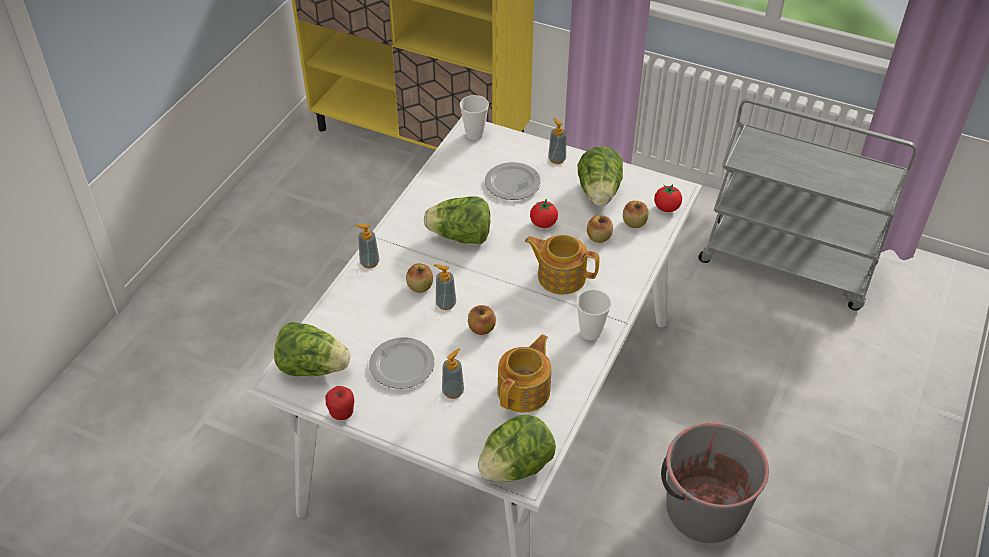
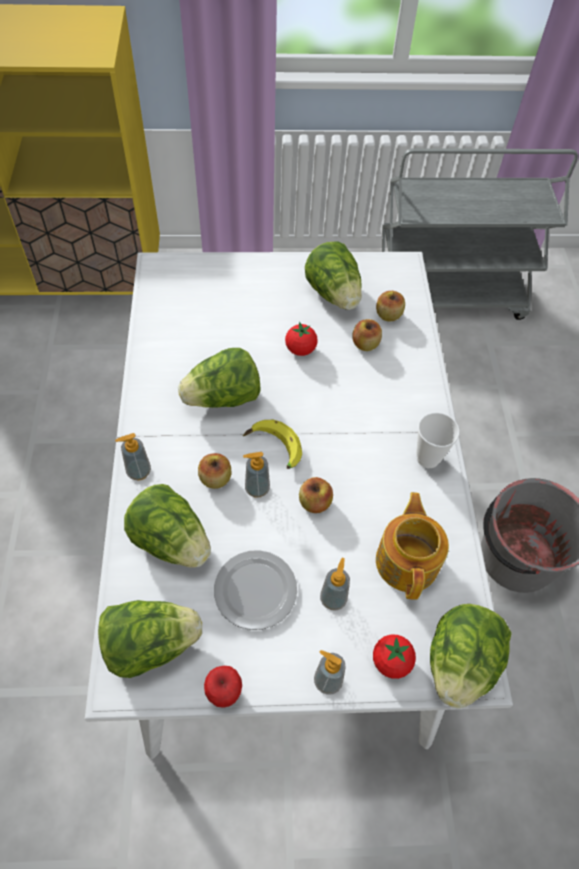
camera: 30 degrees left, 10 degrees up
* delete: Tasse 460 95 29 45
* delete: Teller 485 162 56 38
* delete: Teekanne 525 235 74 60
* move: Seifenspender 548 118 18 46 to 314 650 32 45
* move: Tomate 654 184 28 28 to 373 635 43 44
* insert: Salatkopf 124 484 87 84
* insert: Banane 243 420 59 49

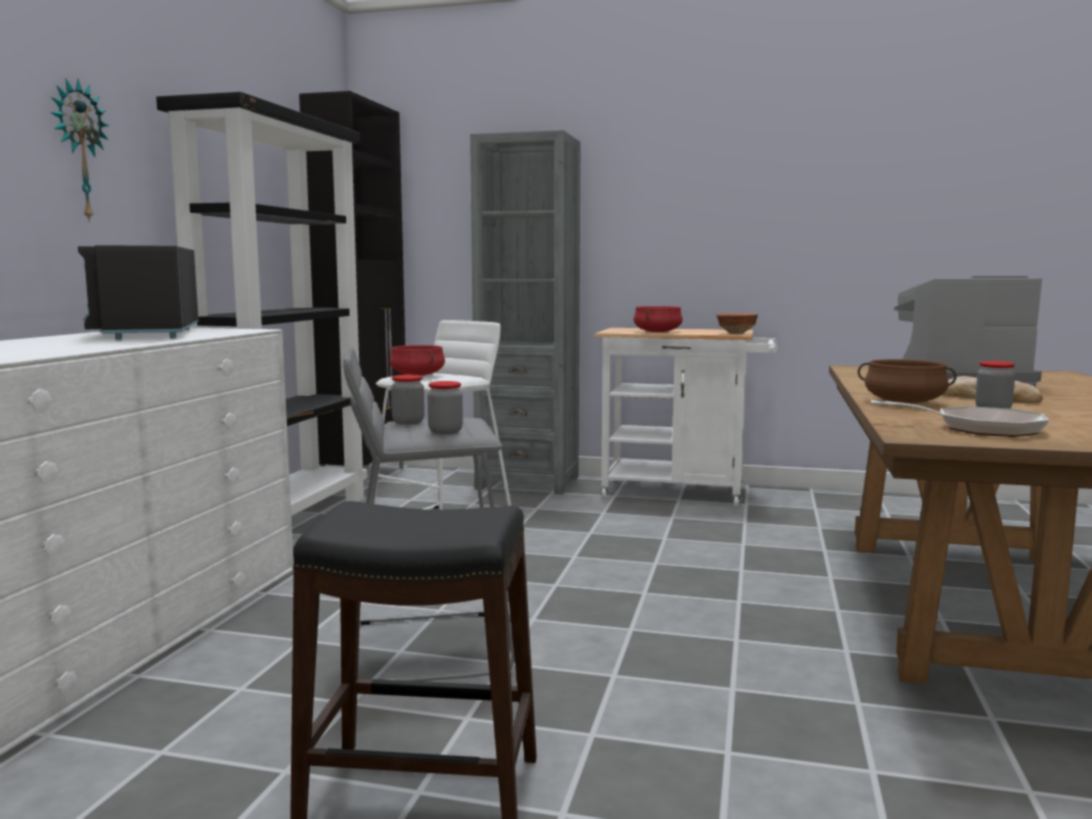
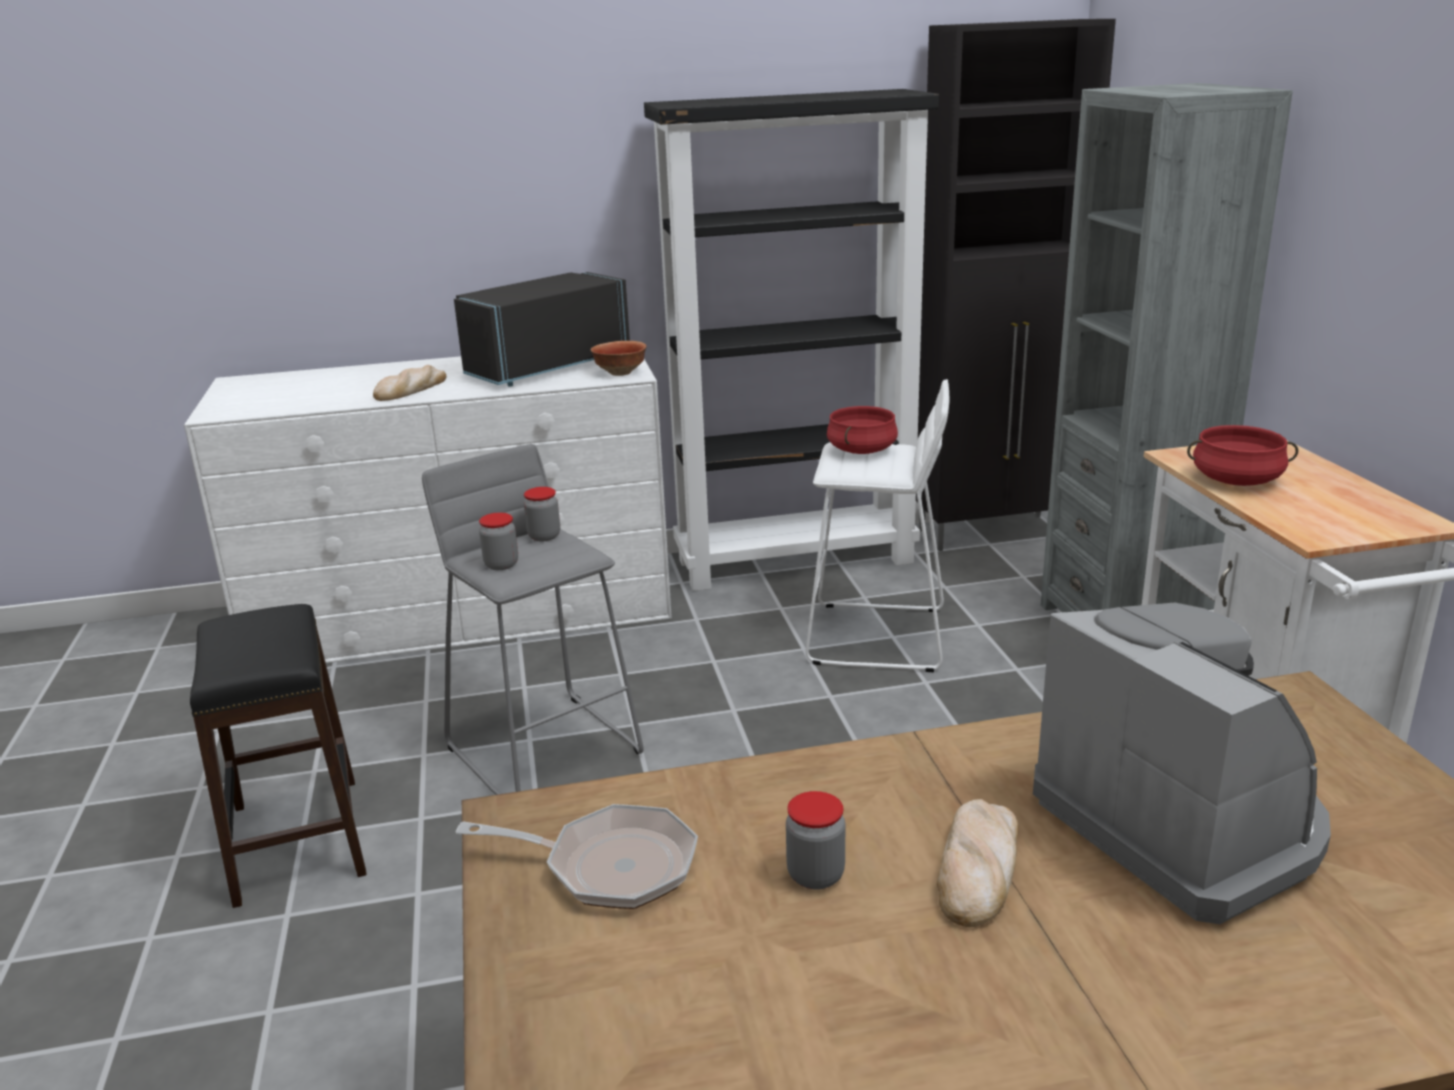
camera: 65 degrees right, 15 degrees up
* delete: Wanduhr 50 78 59 144
* move: Schüssel 716 313 42 21 to 591 341 56 35
* delete: Kochtopf/braun 858 359 99 45
* rotate: Pfanne 871 400 178 37 = 456 804 242 105 75 degrees counterclockwise
* insert: Brot 373 365 73 36

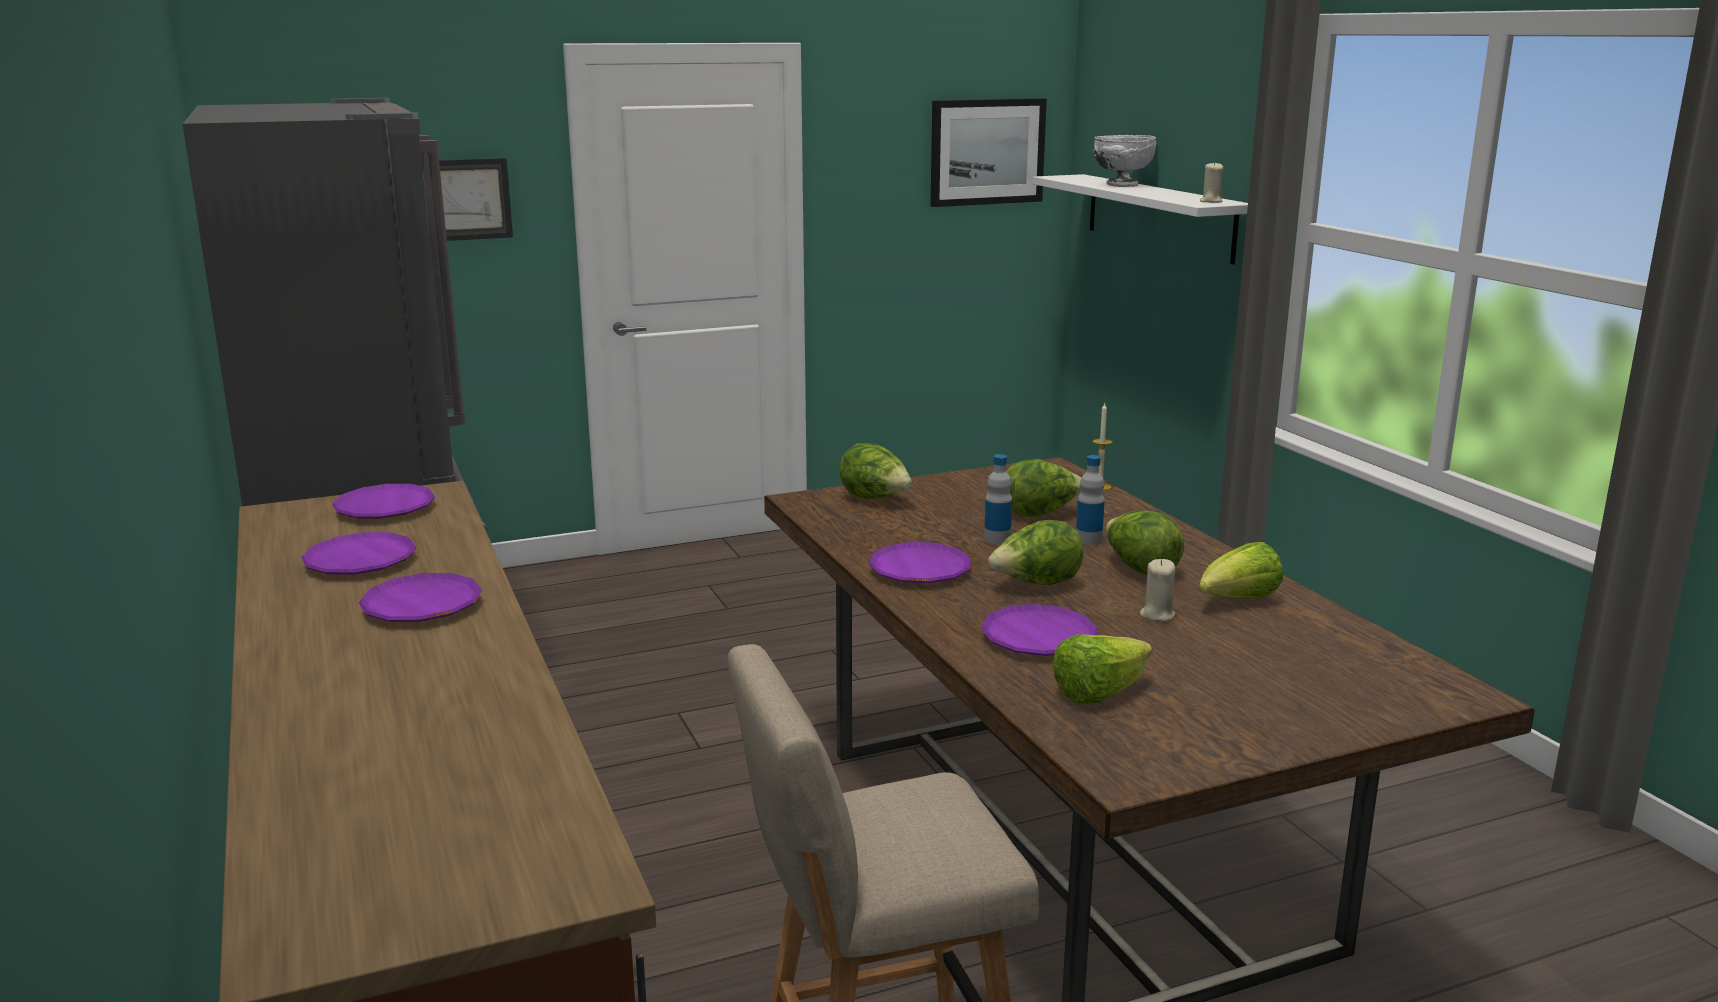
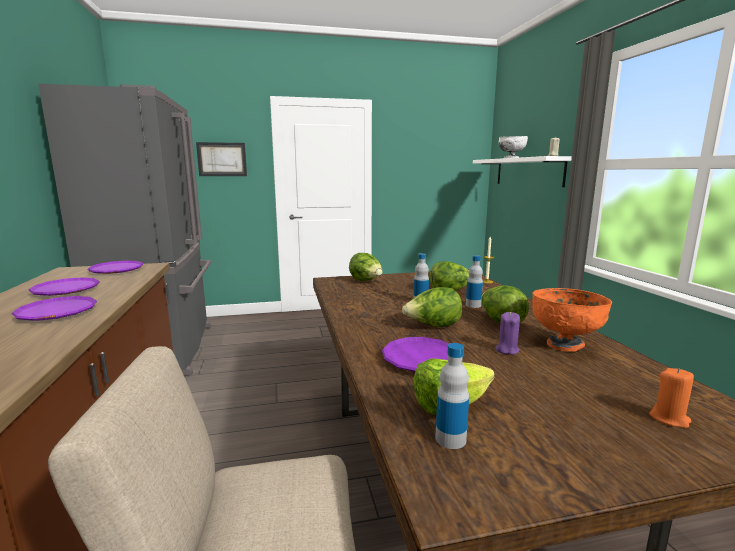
camera: 10 degrees right, 5 degrees down
* delete: Teller/lila 869 542 102 41
* delete: Bild 931 98 116 109
* recolor: Kerze/beige 1140 559 35 63 to Kerze/lila 495 312 25 43
* replace: Salatkopf 1199 542 84 56 to Schüssel/orange 532 288 80 64
* insert: Flasche 435 343 34 106
* insert: Kerze/orange 649 368 45 60

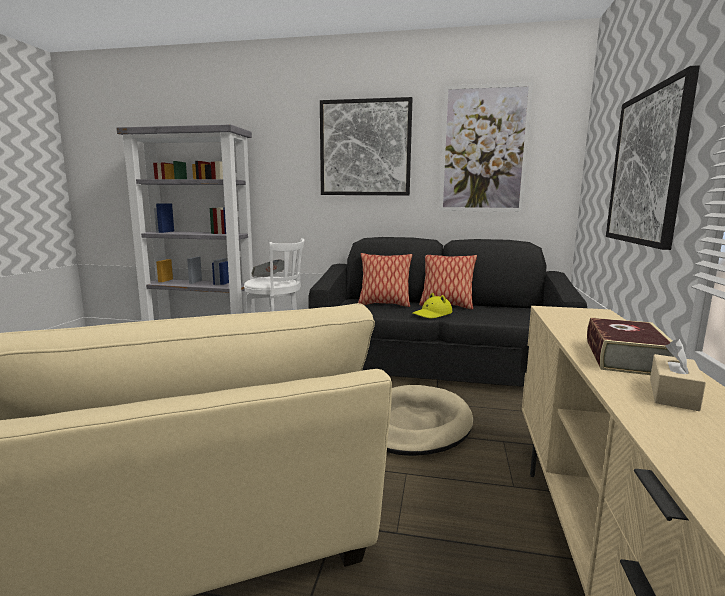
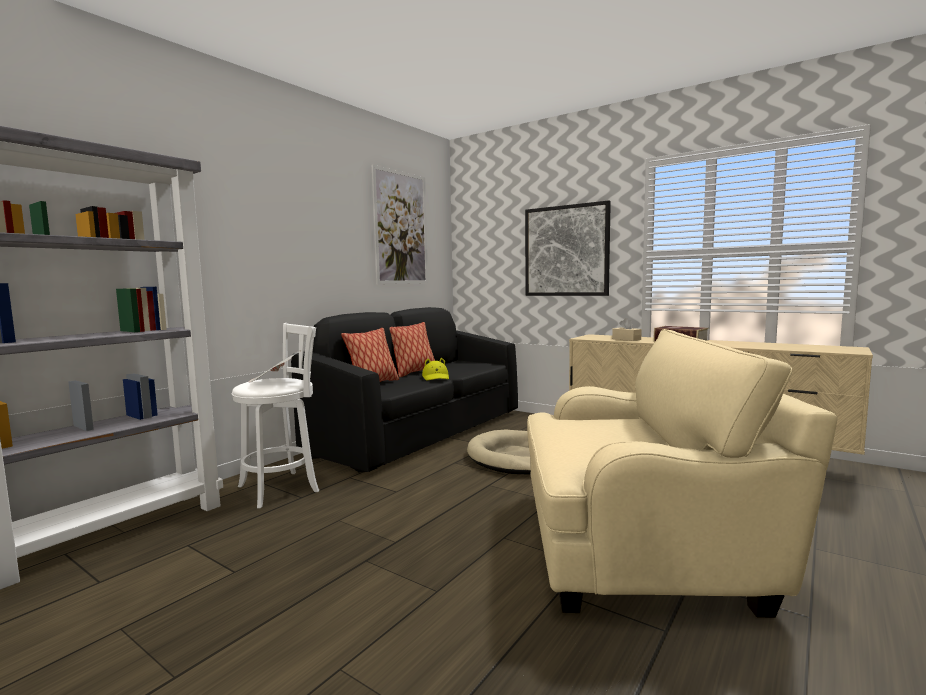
camera: 65 degrees left, 5 degrees down
* delete: Bild 320 97 93 98
* move: Taschentuchbox/beige 650 339 56 72 to 612 318 30 23

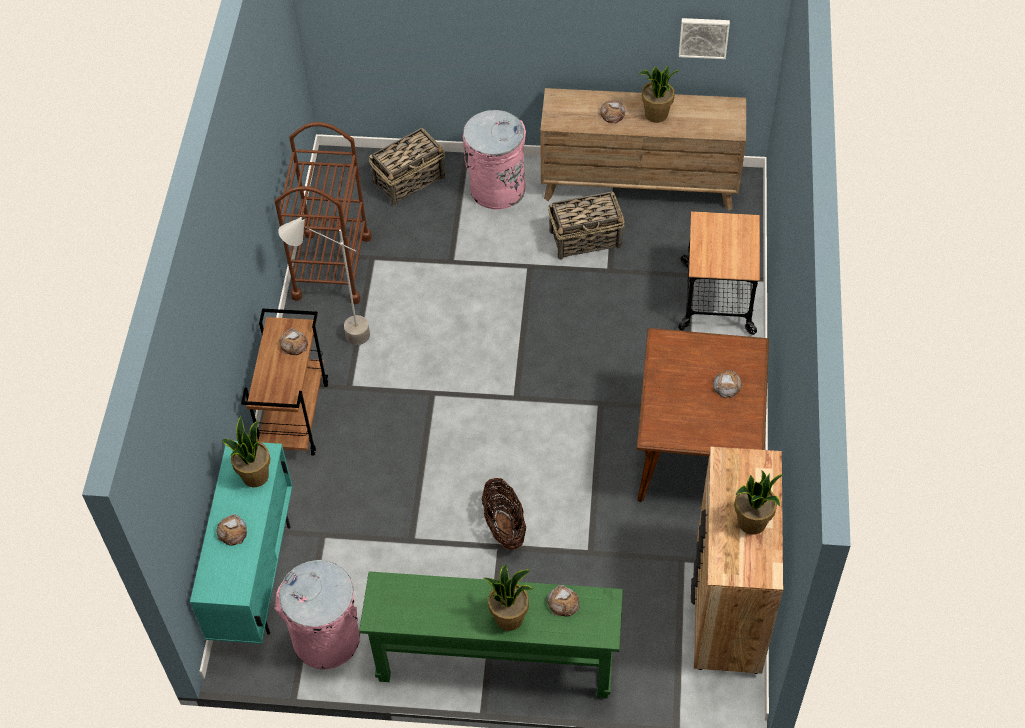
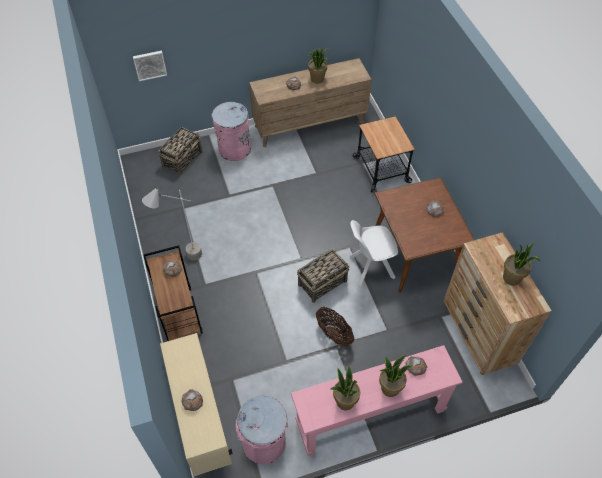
camera: 25 degrees left, 0 degrees up
* recolor: Schrank/türkis 190 441 103 203 to Schrank/beige 160 333 73 143
* move: Topfpflanze 222 416 48 71 to 331 366 29 44
* delete: Rollwagen/braun 275 122 97 182
* recolor: Konsolentisch/grün 359 571 264 127 to Konsolentisch/rosa 291 345 171 111
* move: Korb 548 192 77 68 to 297 249 52 54
* move: Bild 679 18 51 41 to 133 50 34 31
* insert: Stuhl/weiß 349 220 49 65

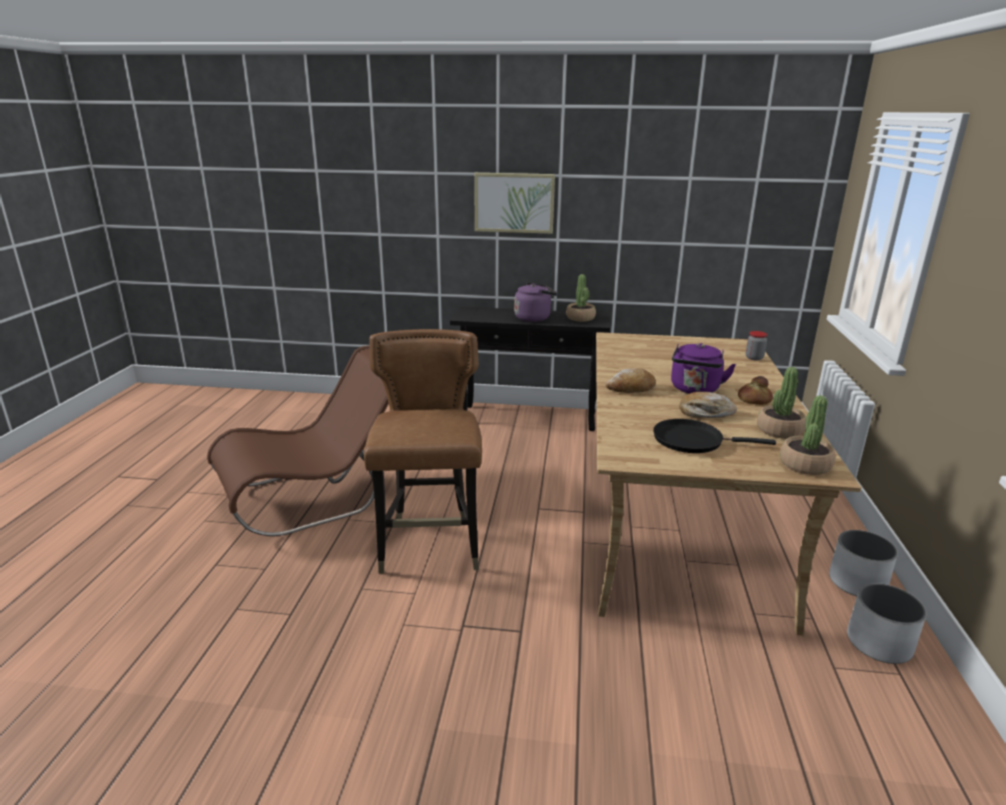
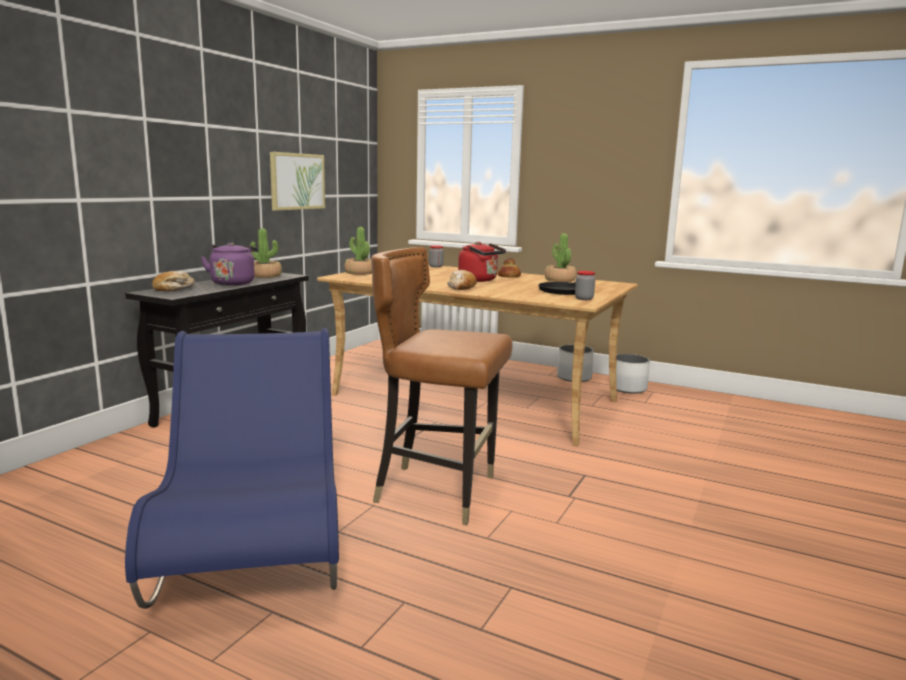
camera: 70 degrees left, 10 degrees down
* recolor: Stuhl/braun 207 345 182 191 to Stuhl/blau 125 328 214 281
* move: Bild 474 173 81 61 to 270 152 55 59
* recolor: Wasserkessel/lila 671 343 65 51 to Wasserkessel/rot 458 242 48 40
* move: Brot 679 392 58 26 to 152 271 43 20
* move: Topfpflanze 780 395 56 80 to 344 227 28 48
* insert: Vorratsglas 575 271 20 29

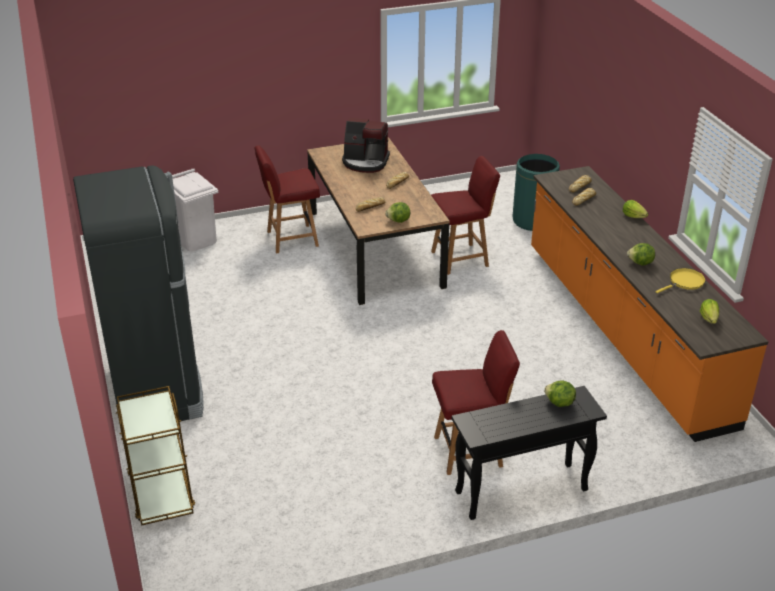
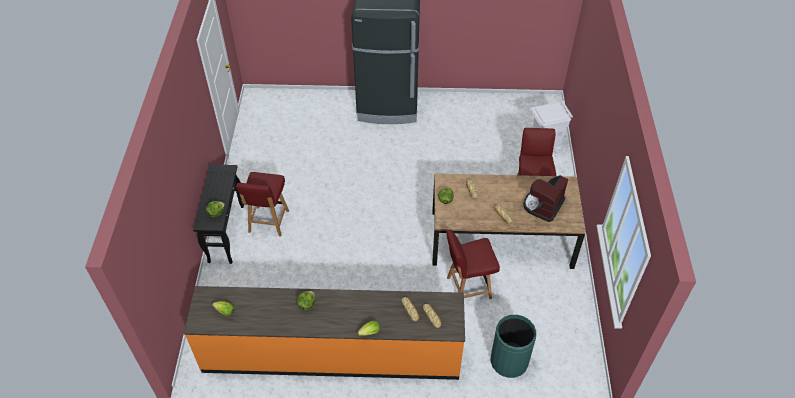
camera: 110 degrees right, 15 degrees up
* delete: Rollwagen/braun 116 386 79 140
* rotate: Stuhl/rot 431 156 69 119 = 446 230 54 69 75 degrees clockwise
* delete: Pfanne/gelb 655 268 51 25

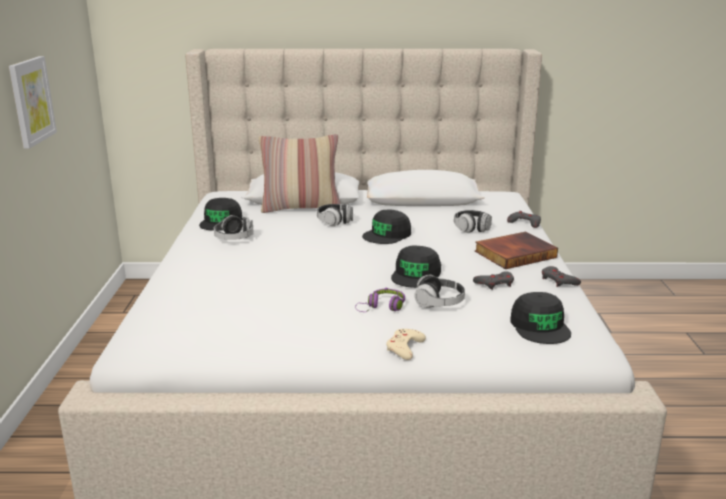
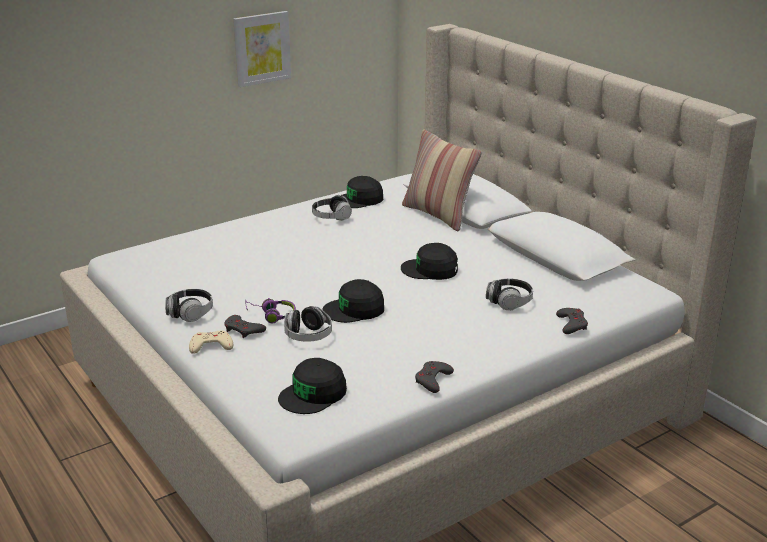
camera: 55 degrees right, 5 degrees up
* move: Kopfhörer 317 204 36 22 to 165 289 48 33
* move: Gamepad/grau 473 271 41 19 to 225 315 41 23
* delete: Buch 475 232 83 37

